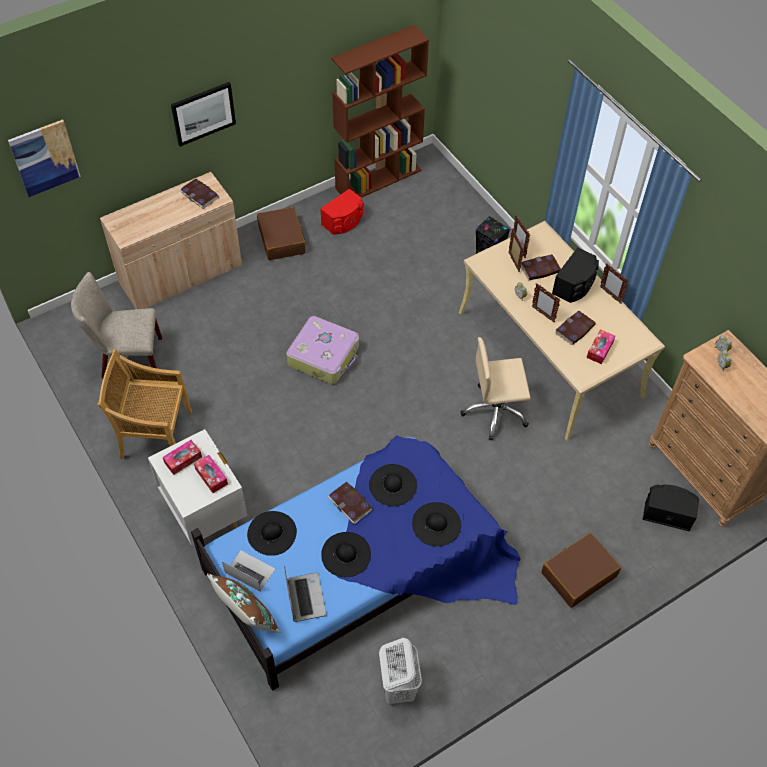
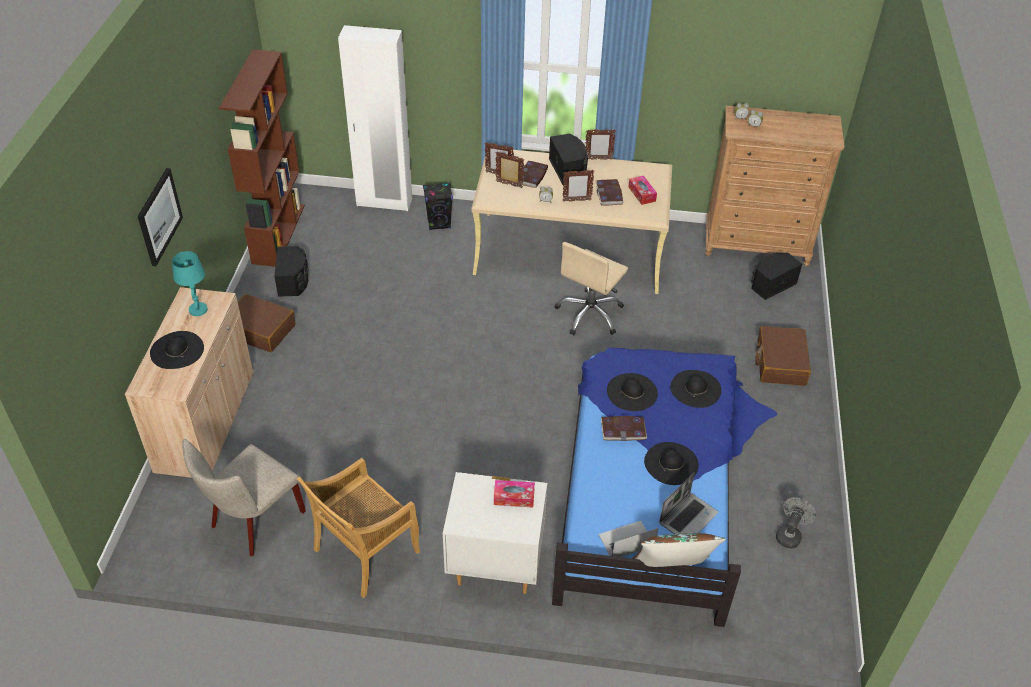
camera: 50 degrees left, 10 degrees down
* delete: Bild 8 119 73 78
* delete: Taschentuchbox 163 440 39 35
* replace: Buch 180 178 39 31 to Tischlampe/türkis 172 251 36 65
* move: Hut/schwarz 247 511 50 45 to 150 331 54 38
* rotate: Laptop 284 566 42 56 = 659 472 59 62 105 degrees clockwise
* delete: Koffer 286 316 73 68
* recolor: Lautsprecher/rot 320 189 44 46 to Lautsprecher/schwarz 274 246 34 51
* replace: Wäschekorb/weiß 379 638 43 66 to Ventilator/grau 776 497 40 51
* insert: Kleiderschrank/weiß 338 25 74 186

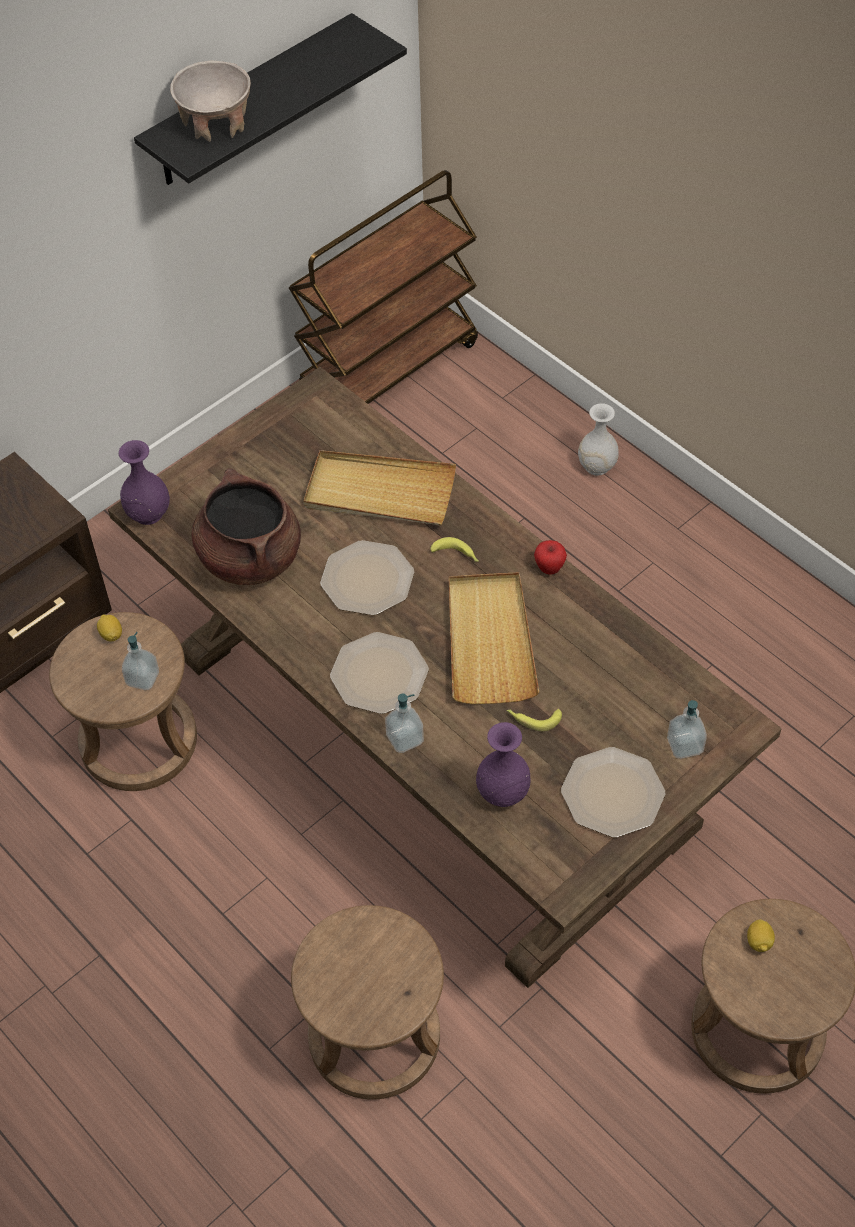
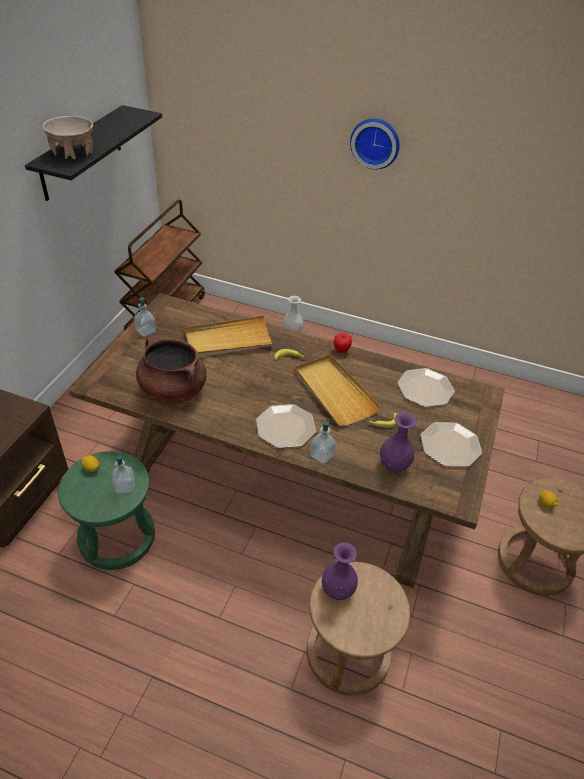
camera: 30 degrees left, 10 degrees down
* recolor: Hocker/braun 49 612 148 179 to Hocker/grün 58 451 97 119
* move: Vase/lila 119 440 51 85 to 321 542 37 58
* move: Teller 320 540 94 75 to 398 368 57 39
* move: Seifenspender 667 700 40 59 to 134 297 22 39
* insert: Wanduhr 350 118 50 51

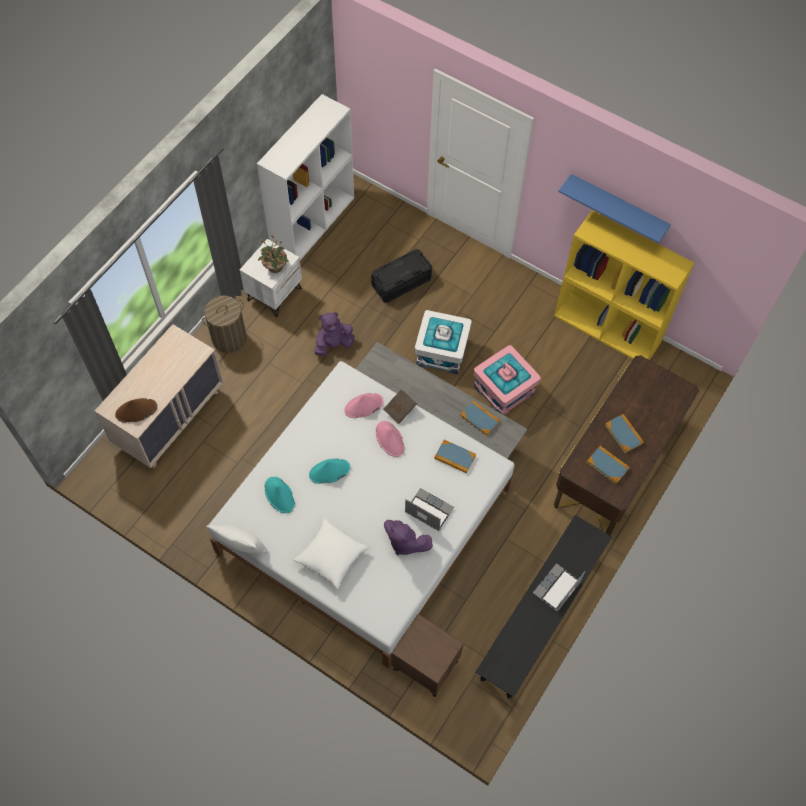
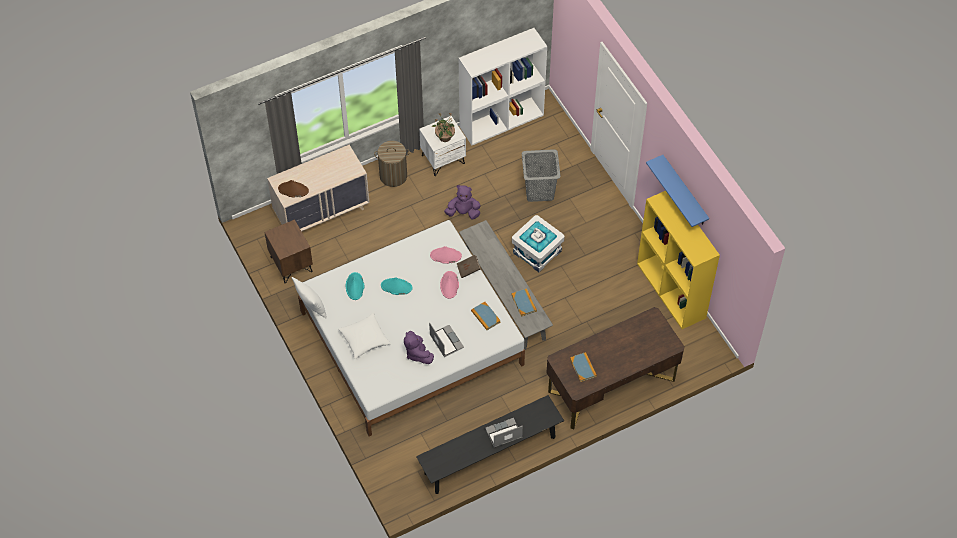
camera: 30 degrees right, 5 degrees down
* replace: Aufbewahrungsbox/schwarz 371 249 61 54 to Wäschekorb/grau 522 149 38 53
* move: Nachttisch/braun 391 614 73 83 to 264 219 49 64
* delete: Aufbewahrungsbox/rosa 473 345 68 70
* delete: Buch 605 414 39 39

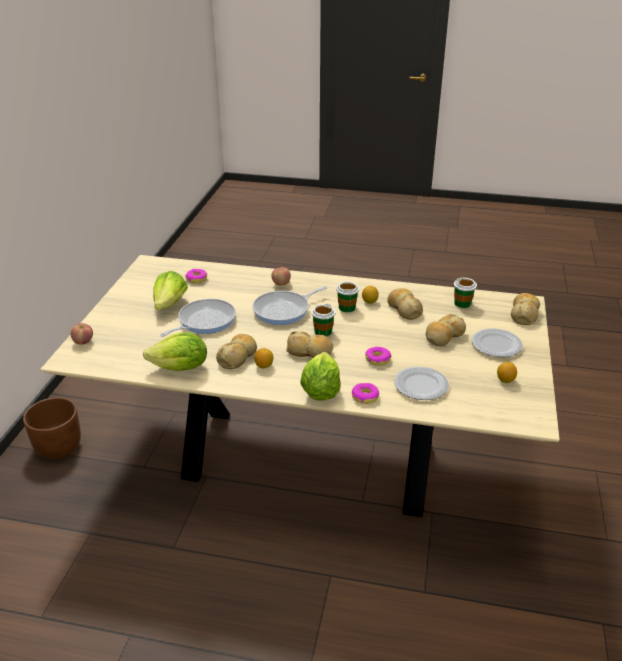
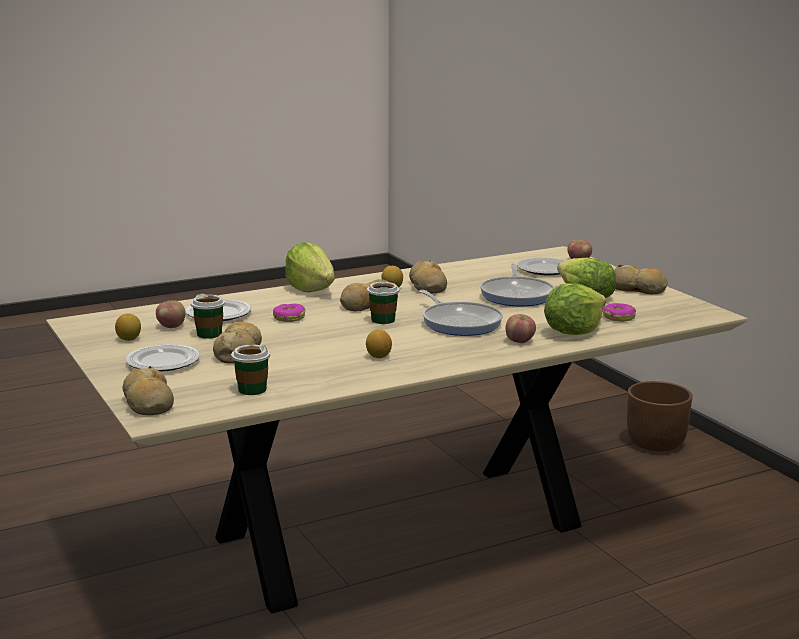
camera: 140 degrees right, 15 degrees down
* move: Salatkopf 143 332 64 39 to 544 284 62 51
* rotate: Pfanne 252 286 75 39 = 419 290 84 46 135 degrees clockwise
* move: Tasse 336 281 23 31 to 191 294 34 45
* delete: Donut 352 383 27 21
* move: Brot 388 288 35 32 to 614 265 54 29
* insert: Apfel 156 300 29 28
* insert: Teller 517 258 48 17

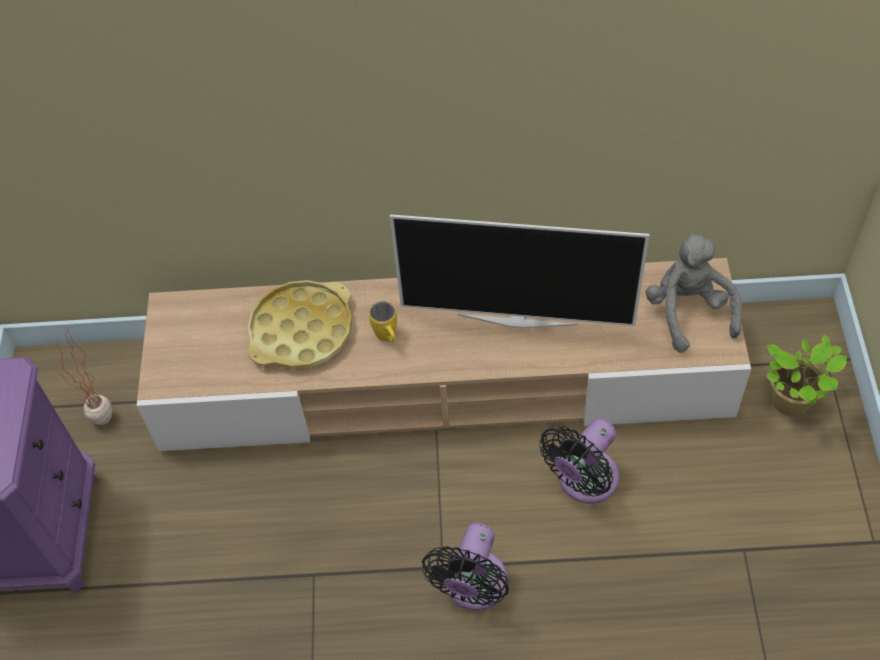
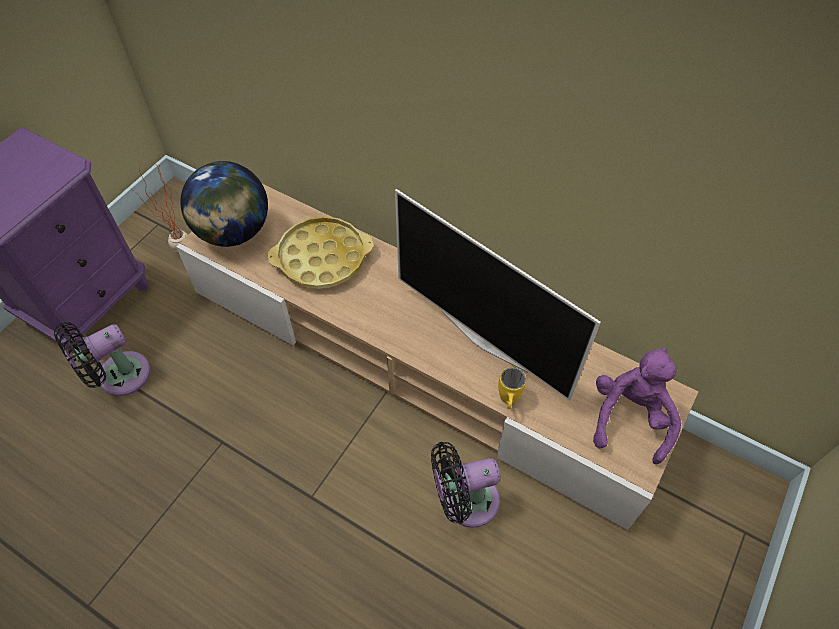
camera: 30 degrees right, 0 degrees up
* move: Henkelbecher/gelb 369 301 28 41 to 498 367 28 42
* move: Ventilator/schwarz 422 523 87 87 to 54 322 96 74
* recolor: Plüschtier/grau 645 231 97 122 to Plüschtier/lila 593 347 88 118
* delete: Topfpflanze 766 334 81 82
* insert: Globus 180 161 88 86

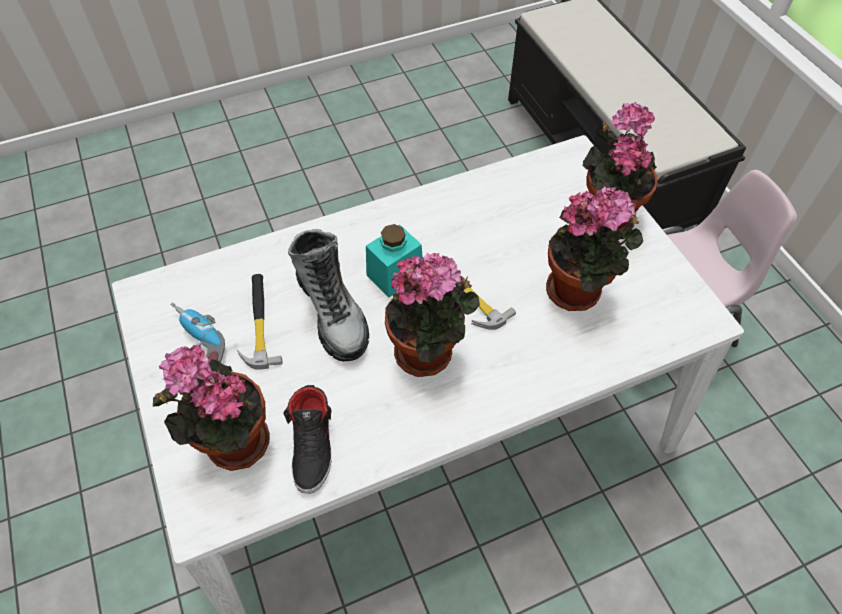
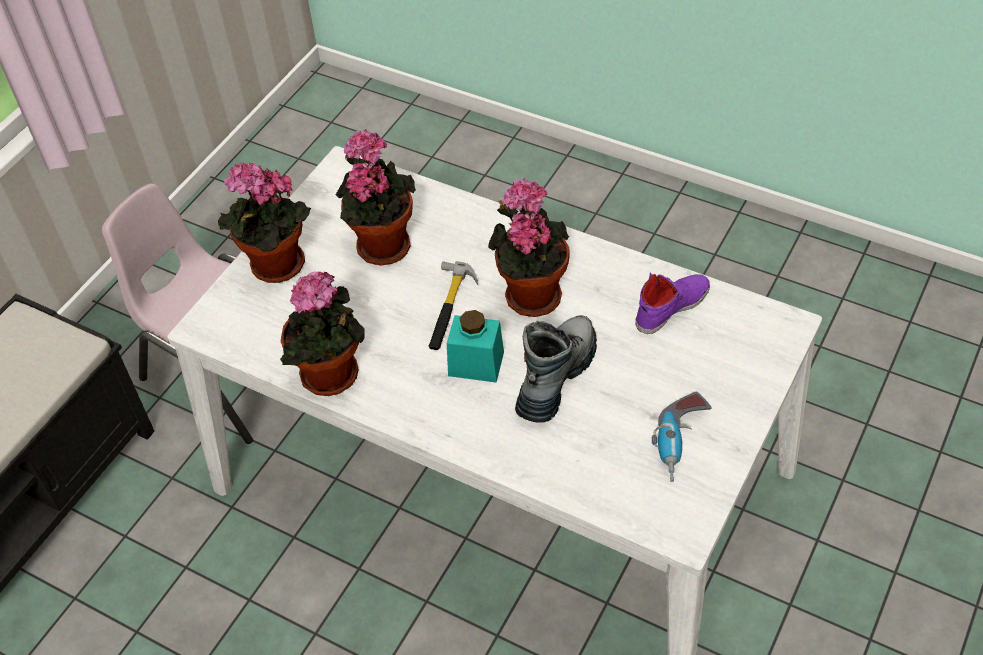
camera: 125 degrees left, 5 degrees down
* move: Topfpflanze 153 345 117 126 to 280 272 85 124
* delete: Hammer 237 274 46 96
* recolor: Schuh/schwarz 283 385 49 109 to Schuh/lila 635 272 75 62

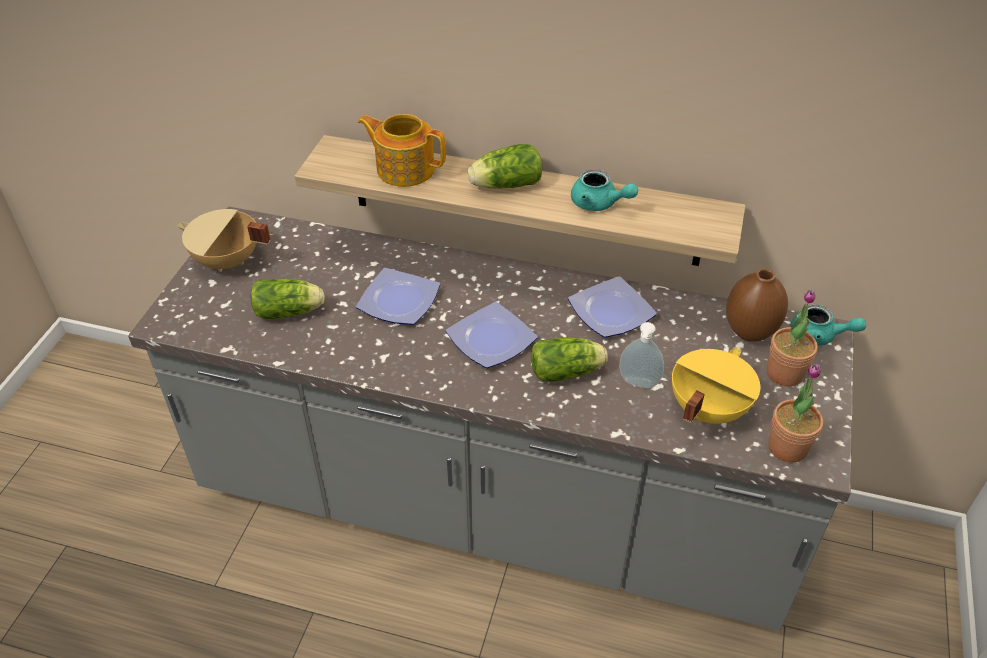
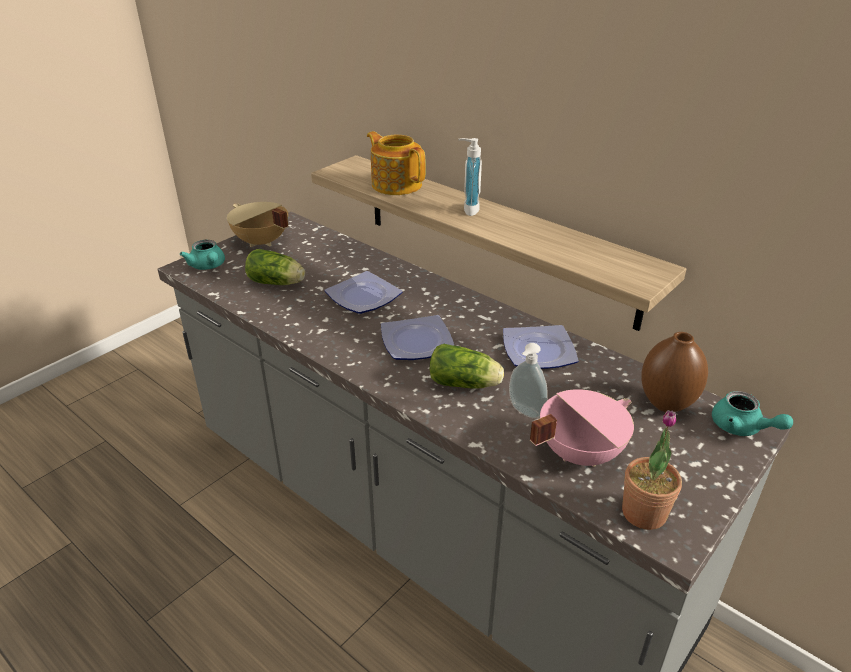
camera: 25 degrees right, 10 degrees down
* replace: Salatkopf 468 144 74 45 to Seifenspender 458 138 24 78
* move: Teekanne/türkis 571 169 67 42 to 180 240 45 30
* recolor: Kochtopf/gelb 672 347 88 77 to Kochtopf/rosa 530 389 104 78
* delete: Topfpflanze 767 290 51 96

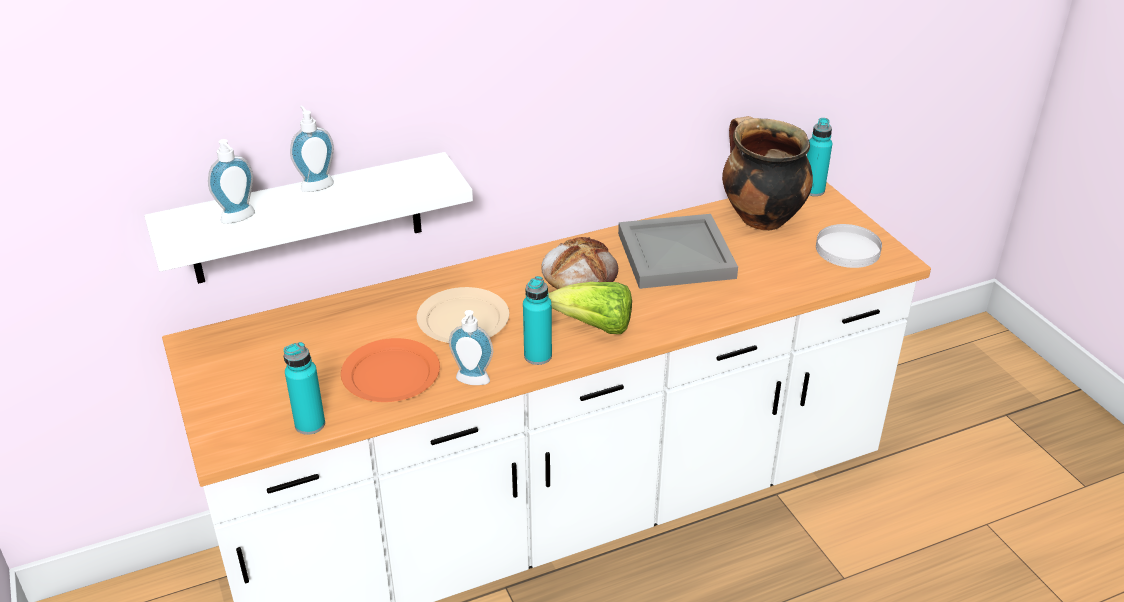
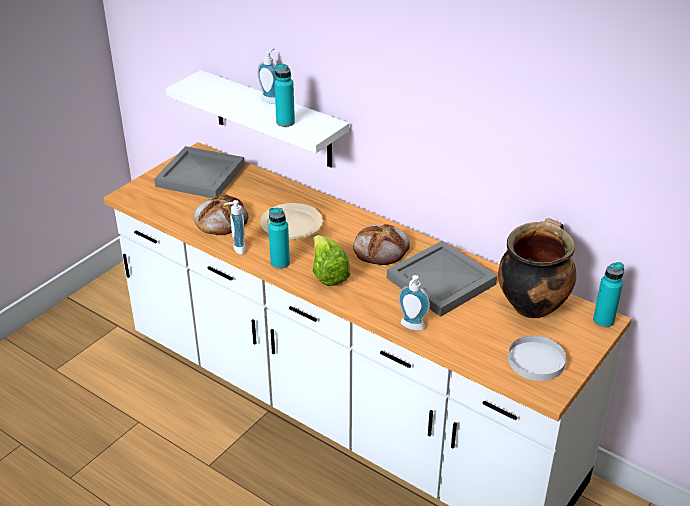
camera: 60 degrees right, 0 degrees up
* move: Seifenspender 208 139 47 85 to 398 275 32 55
* move: Flasche/türkis 284 342 41 93 to 274 63 21 64
* replace: Teller/orange 341 338 99 64 to Brot 194 195 55 40
* insert: Tablett/grau 154 146 91 52

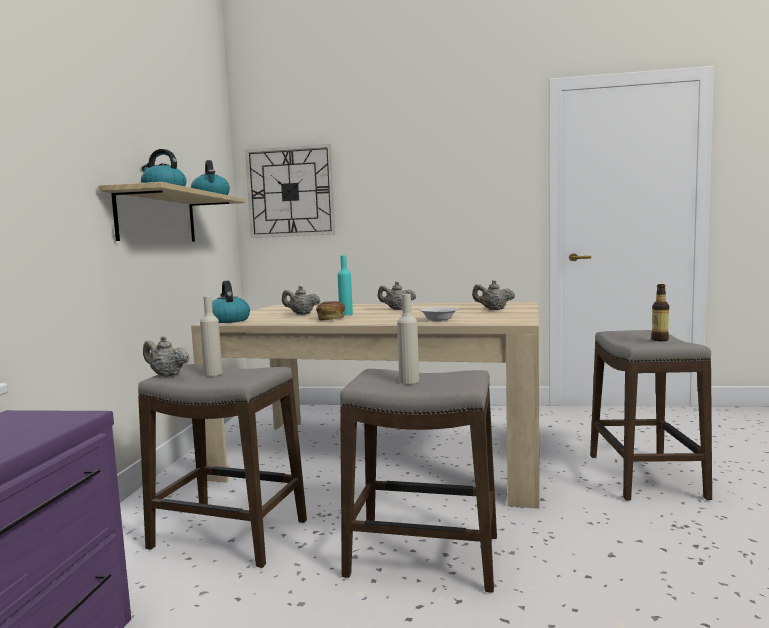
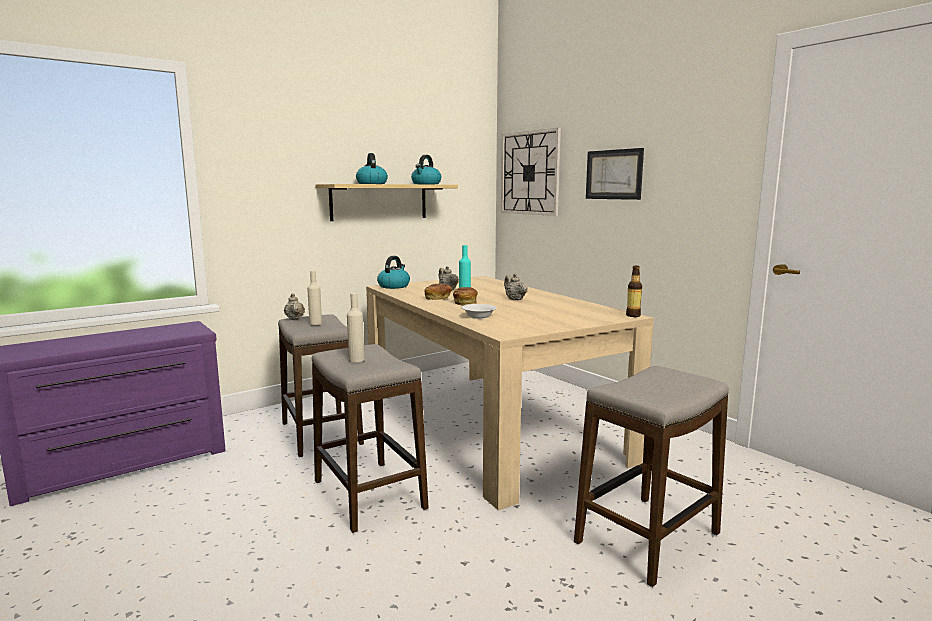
camera: 45 degrees right, 5 degrees up
* delete: Teekanne/beige 472 280 43 30
* move: Flasche 651 284 18 57 to 626 266 16 51
* insert: Brot 453 287 25 18
* insert: Bild 586 148 58 52

